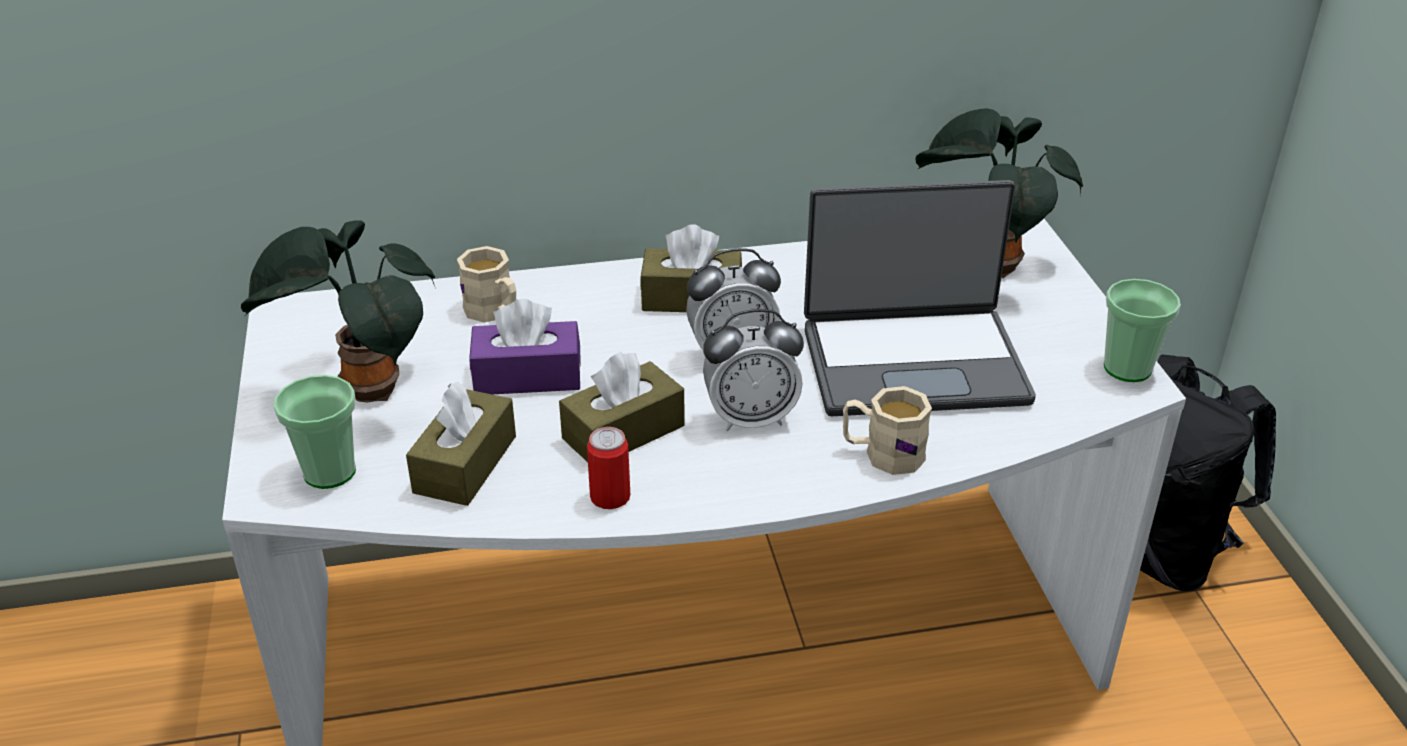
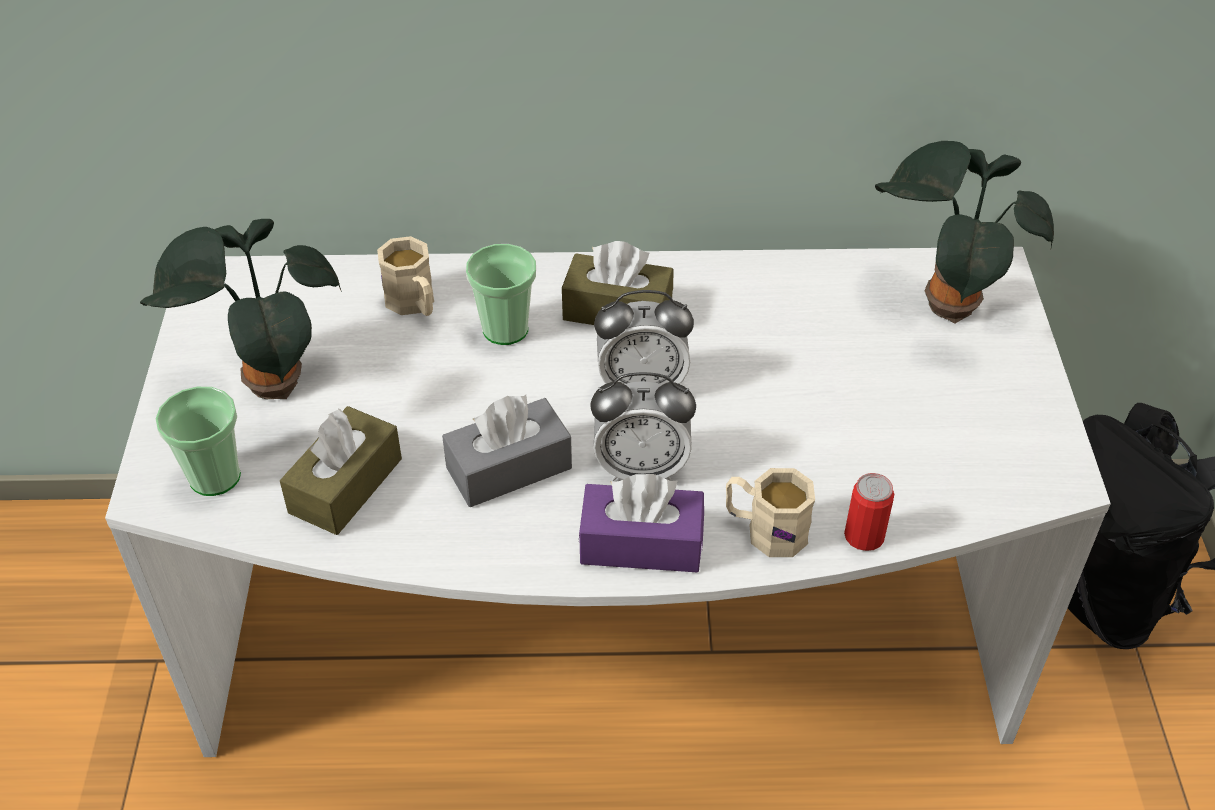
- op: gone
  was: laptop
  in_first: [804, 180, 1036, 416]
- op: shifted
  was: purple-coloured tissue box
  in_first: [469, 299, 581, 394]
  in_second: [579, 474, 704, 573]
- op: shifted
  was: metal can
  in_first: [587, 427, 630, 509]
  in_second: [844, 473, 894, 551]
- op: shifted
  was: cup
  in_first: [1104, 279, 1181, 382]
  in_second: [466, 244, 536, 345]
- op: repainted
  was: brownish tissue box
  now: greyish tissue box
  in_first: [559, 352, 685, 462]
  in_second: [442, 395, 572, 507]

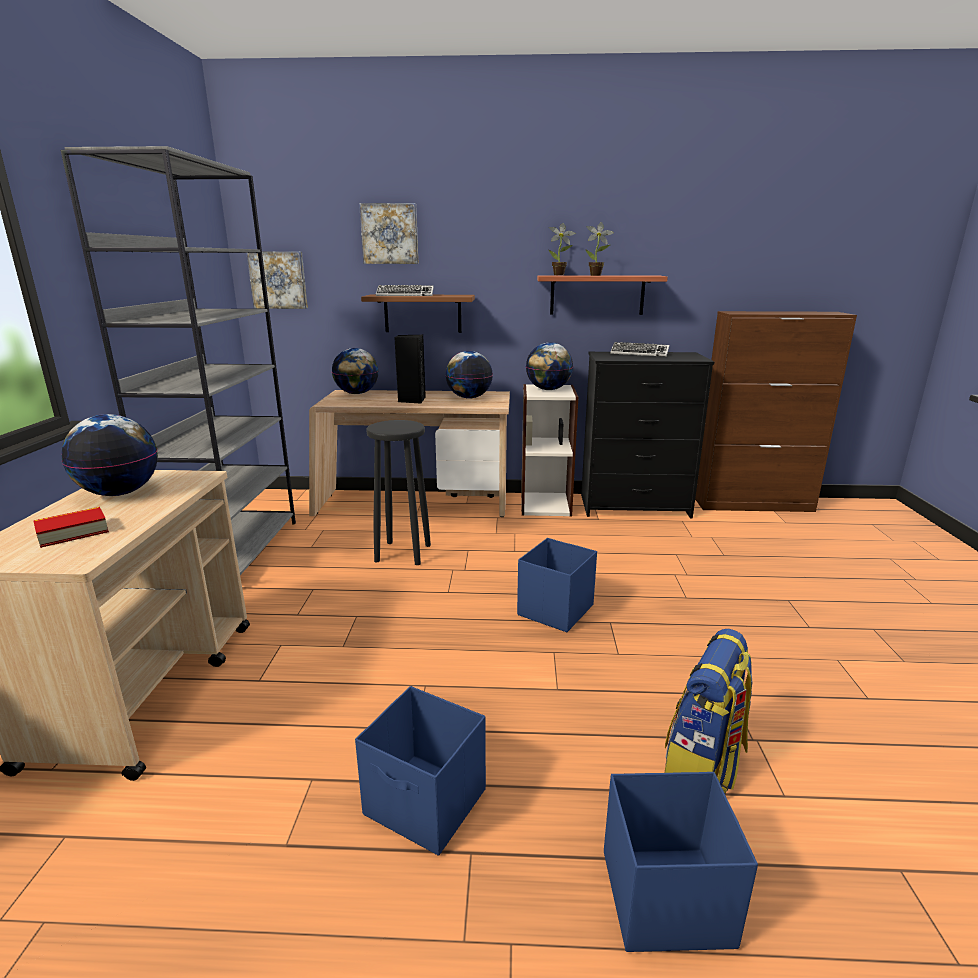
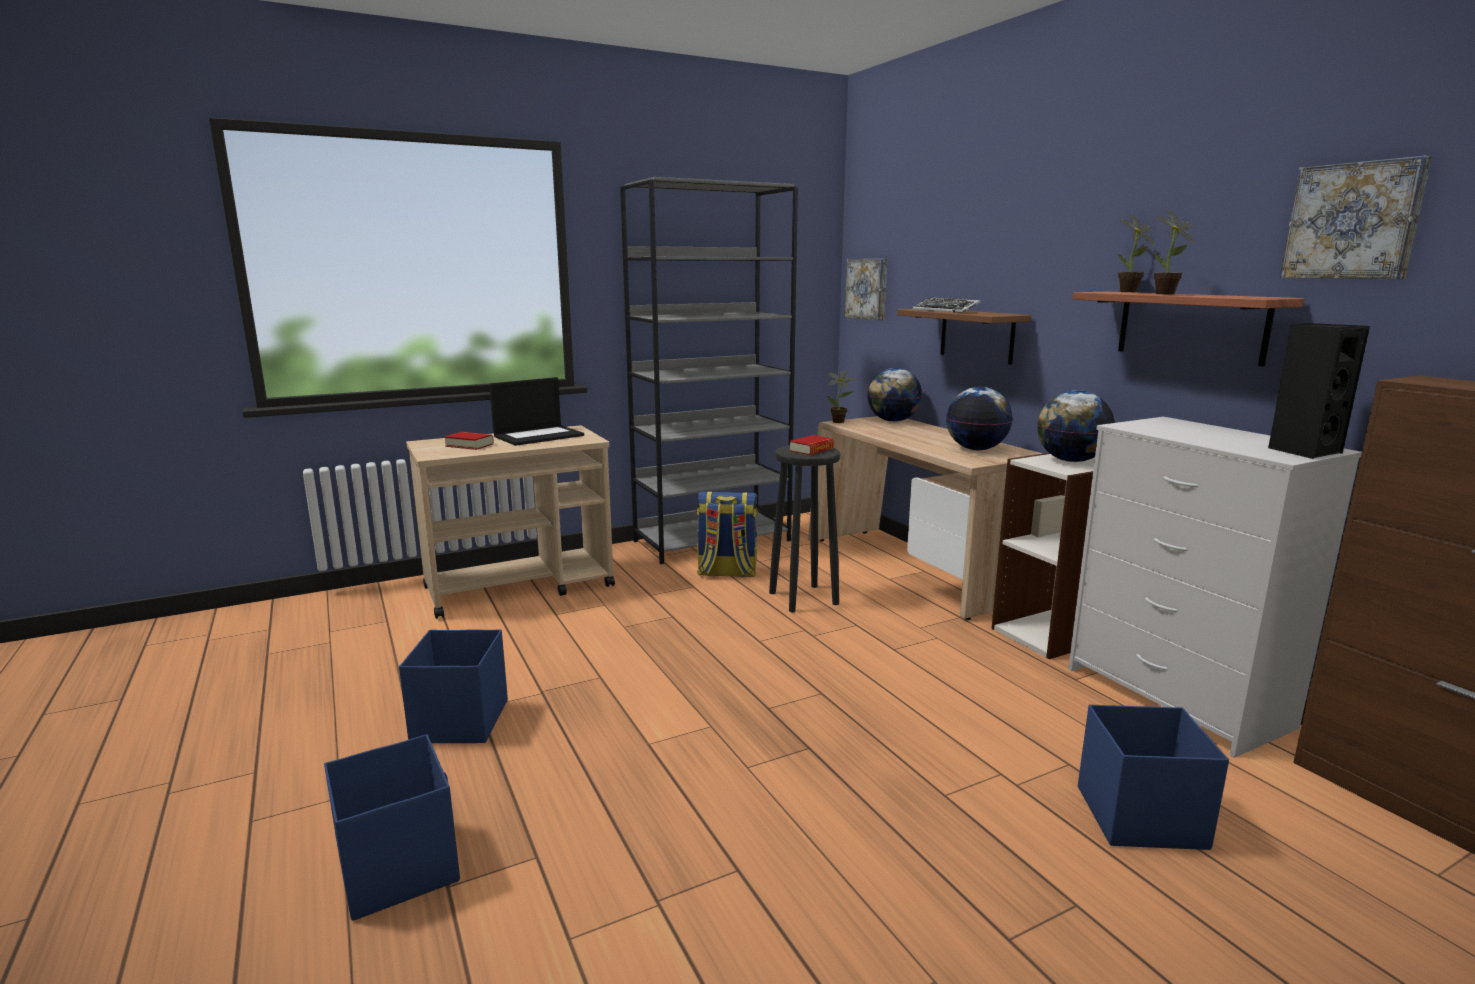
- op: gone
  was: keyboard
  in_first: [610, 342, 669, 357]
- op: new
  now: bound book
  in_second: [789, 435, 834, 455]
- op: new
  now: houseplant
  in_second: [827, 370, 857, 423]
- op: shifted
  was: picture
  in_first: [359, 203, 419, 264]
  in_second: [1280, 156, 1432, 279]
- op: shifted
  was: black-coloured audio speaker
  in_first: [394, 335, 426, 404]
  in_second: [1268, 323, 1370, 459]
- op: shifted
  was: blue storage bin
  in_first: [517, 538, 597, 632]
  in_second: [1078, 704, 1229, 850]
- op: shifted
  was: rucksack
  in_first: [665, 629, 752, 793]
  in_second: [696, 492, 758, 577]
- op: swapped
  was: desk globe
  now: laptop
  in_first: [61, 414, 158, 496]
  in_second: [489, 377, 584, 446]
- op: repainted
  was: black-coloured chest of drawers
  now: whitish chest of drawers
  in_first: [581, 352, 714, 519]
  in_second: [1068, 417, 1362, 758]

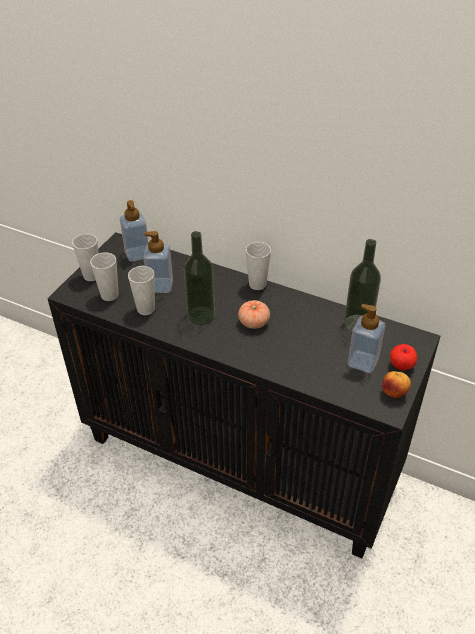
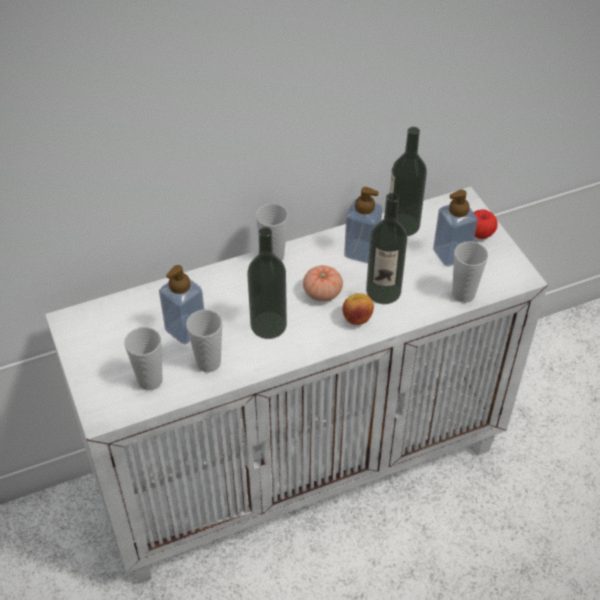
- op: new
  now: bottle
  in_second: [366, 193, 407, 304]
- op: shifted
  was: cup
  in_first: [72, 234, 99, 281]
  in_second: [452, 241, 488, 302]
- op: shifted
  was: soap bottle
  in_first: [120, 200, 149, 262]
  in_second: [344, 187, 383, 264]
- op: shifted
  was: whole apple
  in_first: [382, 371, 411, 398]
  in_second: [342, 293, 374, 325]
- op: repainted
  was: black-coloured storage cabinet
  now: whitish storage cabinet
  in_first: [47, 232, 440, 559]
  in_second: [45, 187, 548, 584]

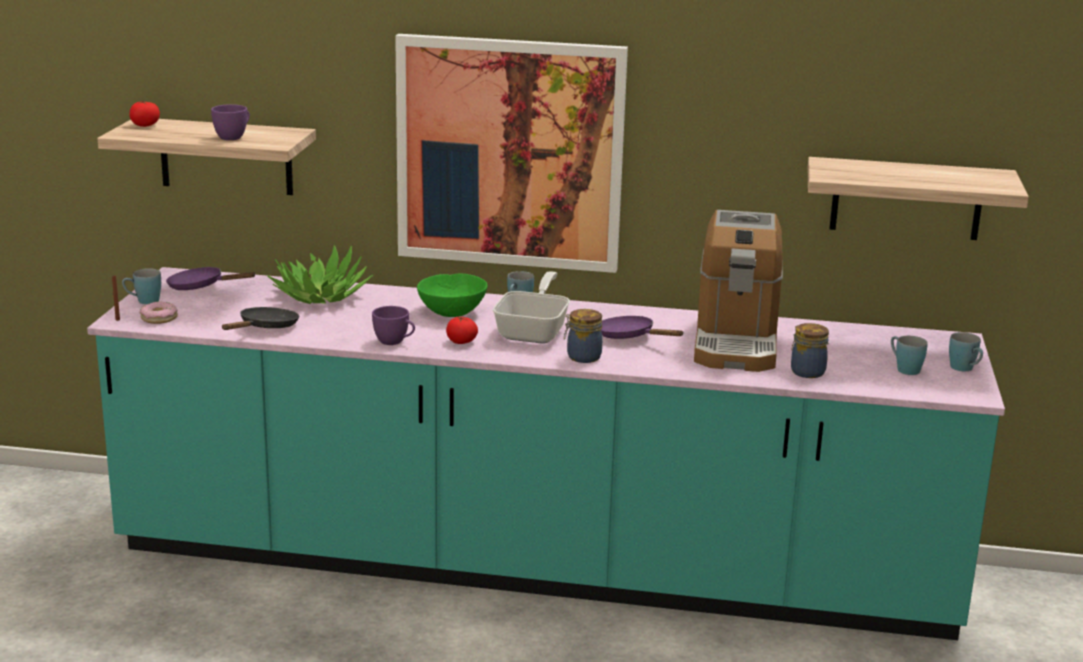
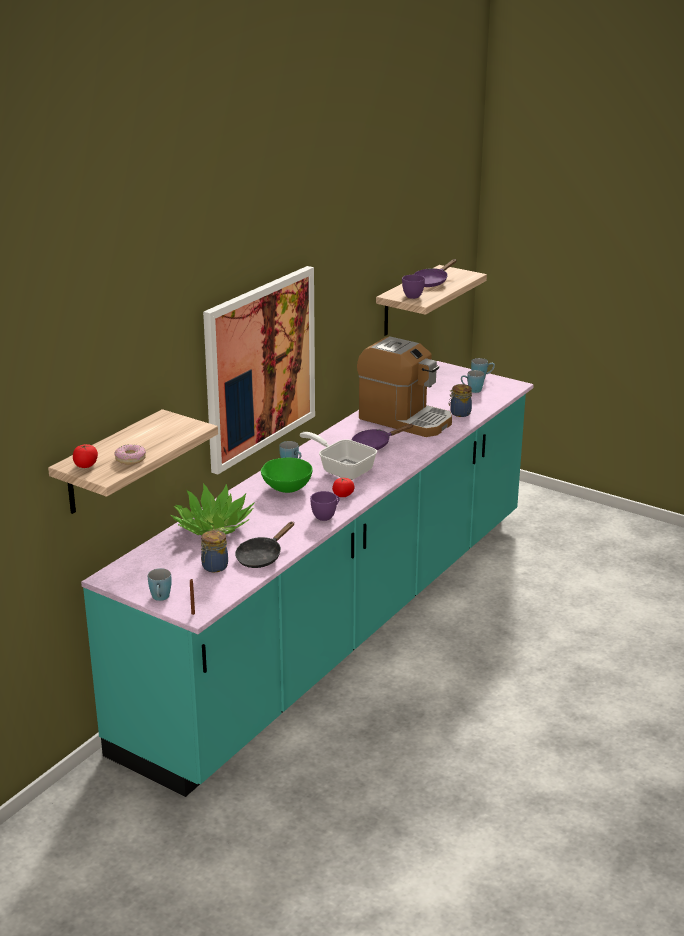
- op: shifted
  was: donut
  in_first: [139, 302, 178, 324]
  in_second: [114, 444, 146, 465]
- op: shifted
  was: purple-coloured frying pan
  in_first: [166, 267, 256, 290]
  in_second: [413, 259, 456, 287]
- op: shifted
  was: purple-coloured cup
  in_first: [211, 104, 250, 140]
  in_second: [402, 275, 425, 299]
- op: shifted
  was: preserve jar
  in_first: [564, 309, 602, 363]
  in_second: [201, 530, 228, 572]
- op: rotated
  was: black-coloured frying pan
  in_first: [222, 307, 299, 330]
  in_second: [235, 521, 294, 568]
  clockwise: -105

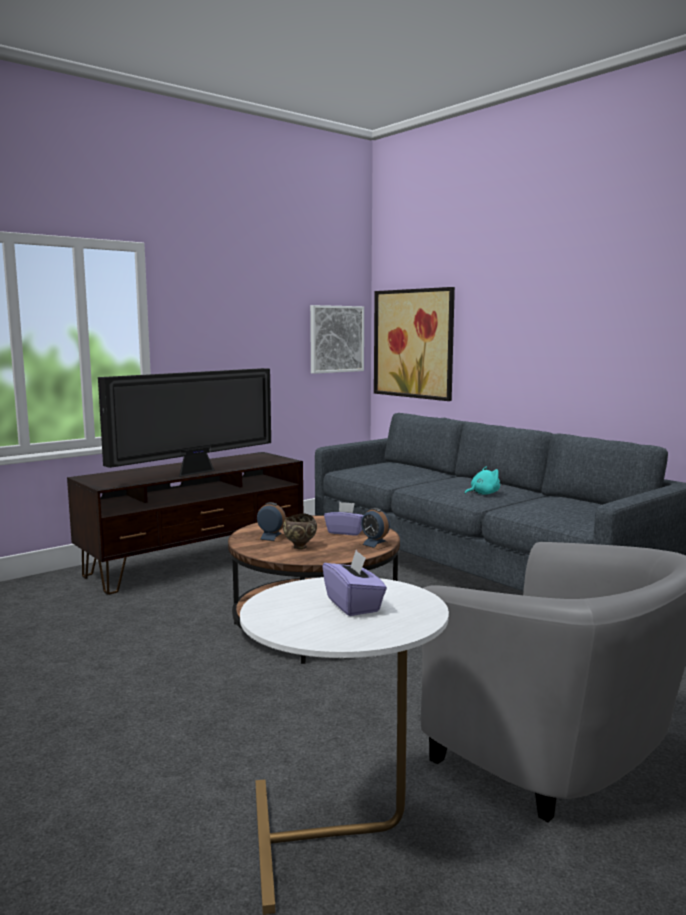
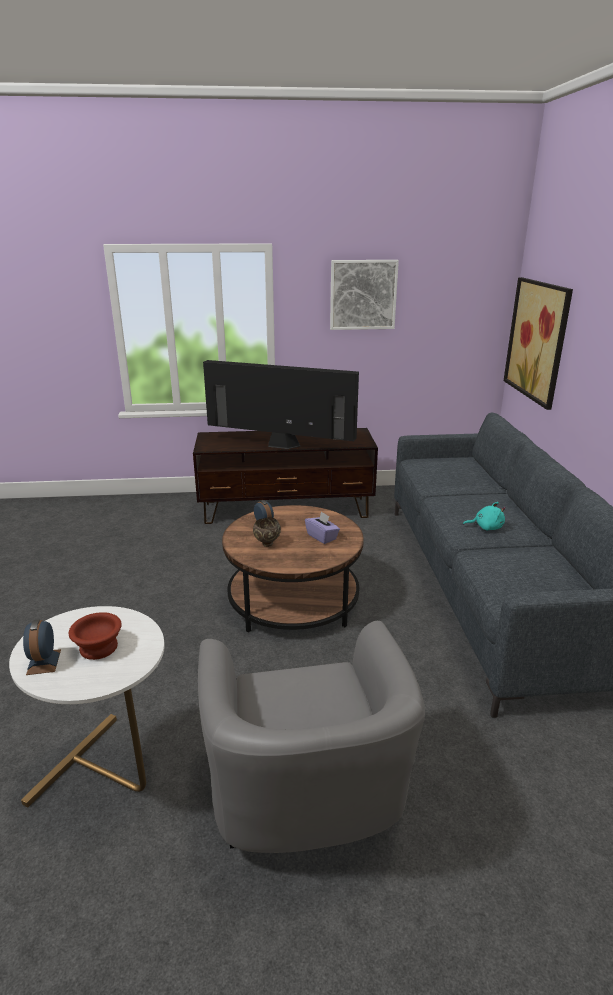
- op: shifted
  was: picture
  in_first: [310, 305, 364, 374]
  in_second: [330, 260, 399, 330]
- op: shifted
  was: bedside clock
  in_first: [359, 508, 392, 550]
  in_second: [23, 620, 61, 675]
- op: swapped
  was: purple-coloured tissue box
  now: brownish bowl
  in_first: [322, 550, 387, 616]
  in_second: [69, 612, 122, 660]
- op: rotated
  was: TV set
  in_first: [98, 368, 271, 477]
  in_second: [203, 360, 359, 449]
  clockwise: -150

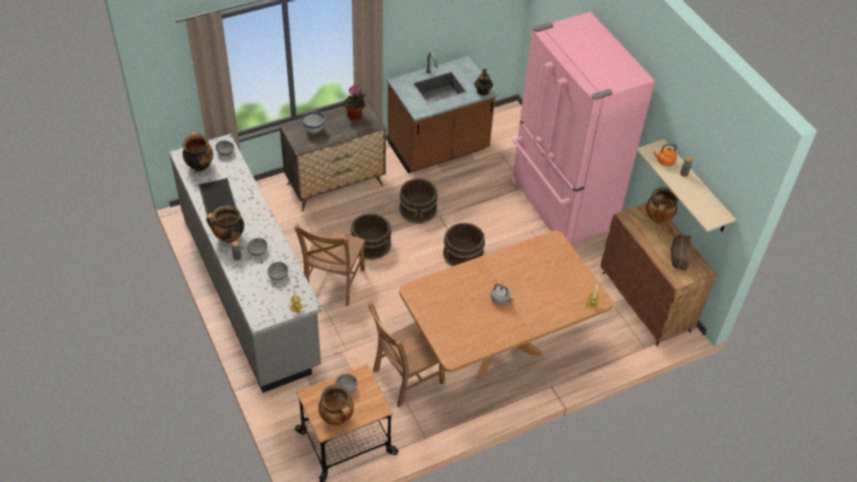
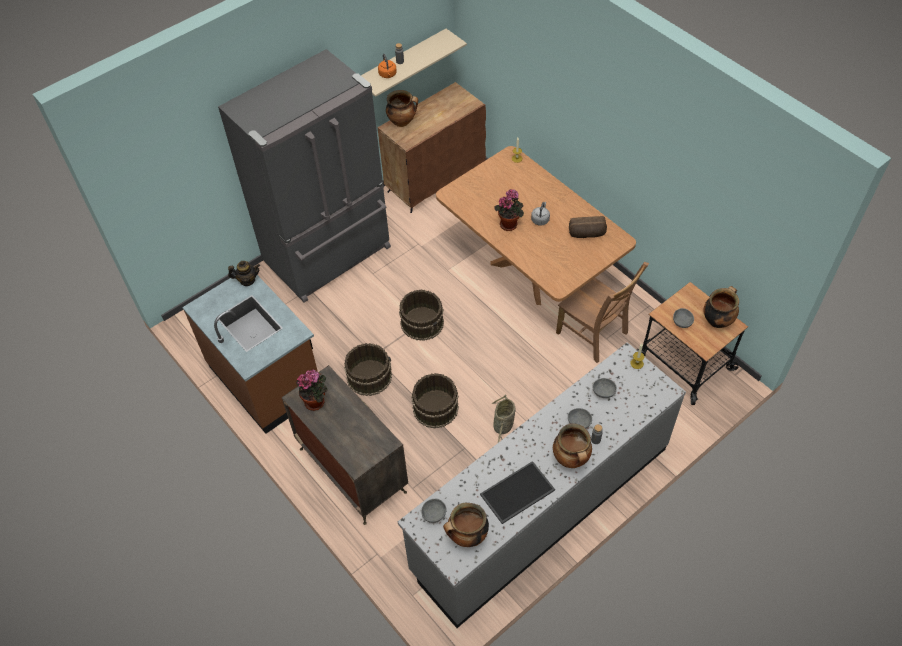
- op: gone
  was: whitish bowl
  in_first: [302, 111, 325, 133]
- op: new
  now: houseplant
  in_second: [494, 189, 524, 231]
- op: shifted
  was: baked bread
  in_first: [671, 235, 691, 270]
  in_second: [569, 216, 607, 238]
- op: swapped
  was: brownish chair
  now: storage basket
  in_first: [294, 224, 365, 306]
  in_second: [491, 395, 516, 443]
- op: repainted
  was: pinkish kitchen fridge
  now: greyish kitchen fridge
  in_first: [510, 12, 655, 245]
  in_second: [218, 49, 391, 303]

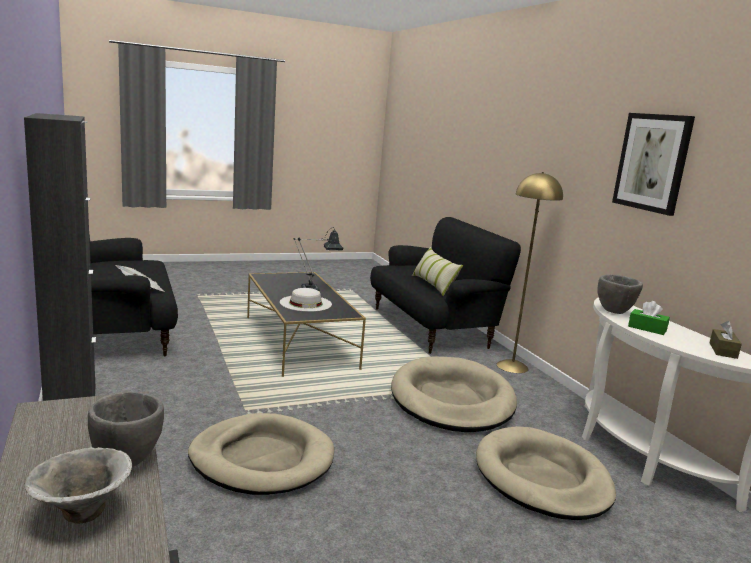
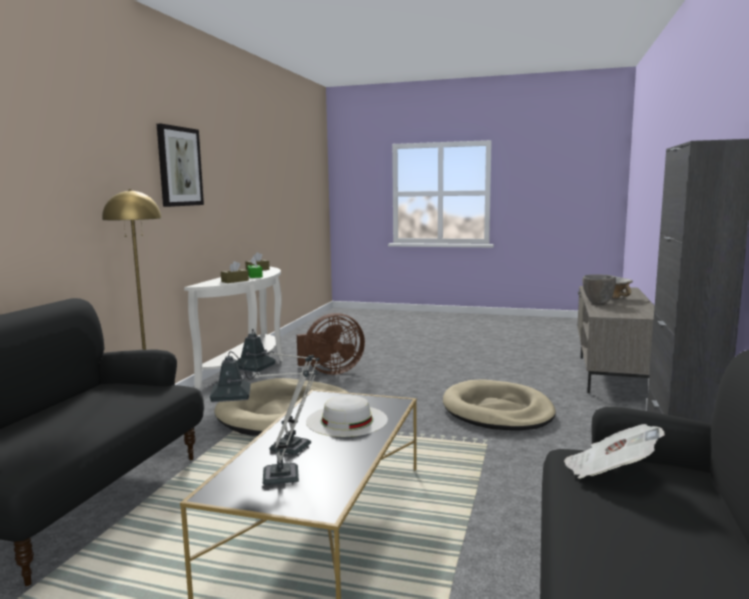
- op: gone
  was: cushion
  in_first: [412, 247, 463, 296]
- op: new
  now: lamp for a table
  in_second: [210, 351, 317, 485]
- op: swapped
  was: sand-coloured dog cushion
  now: brownish electric fan
  in_first: [476, 426, 616, 520]
  in_second: [297, 313, 365, 375]
- op: swapped
  was: greyish bowl
  now: brownish tissue box
  in_first: [597, 274, 643, 314]
  in_second: [221, 261, 249, 283]

